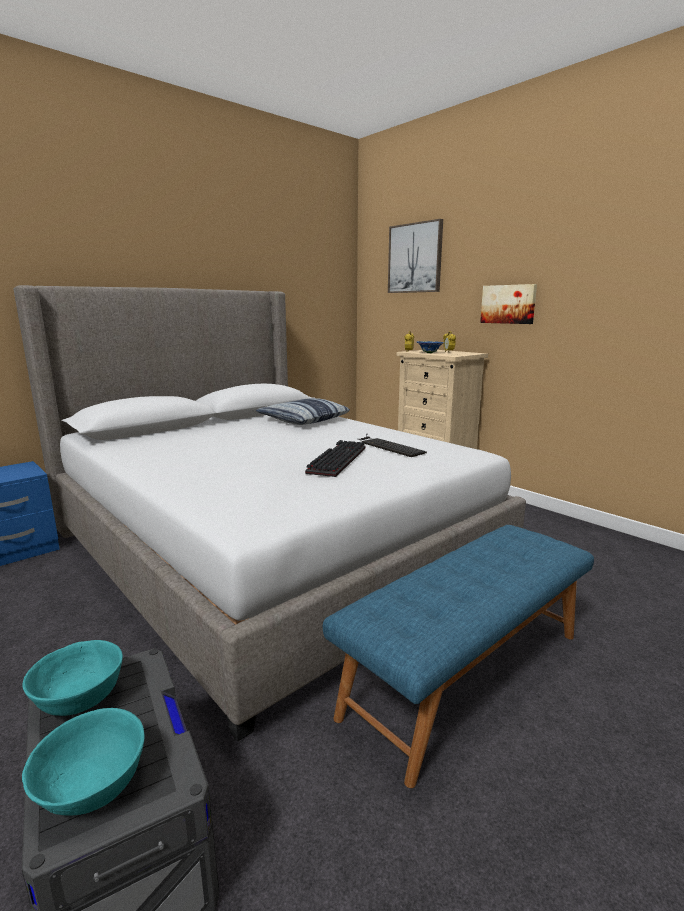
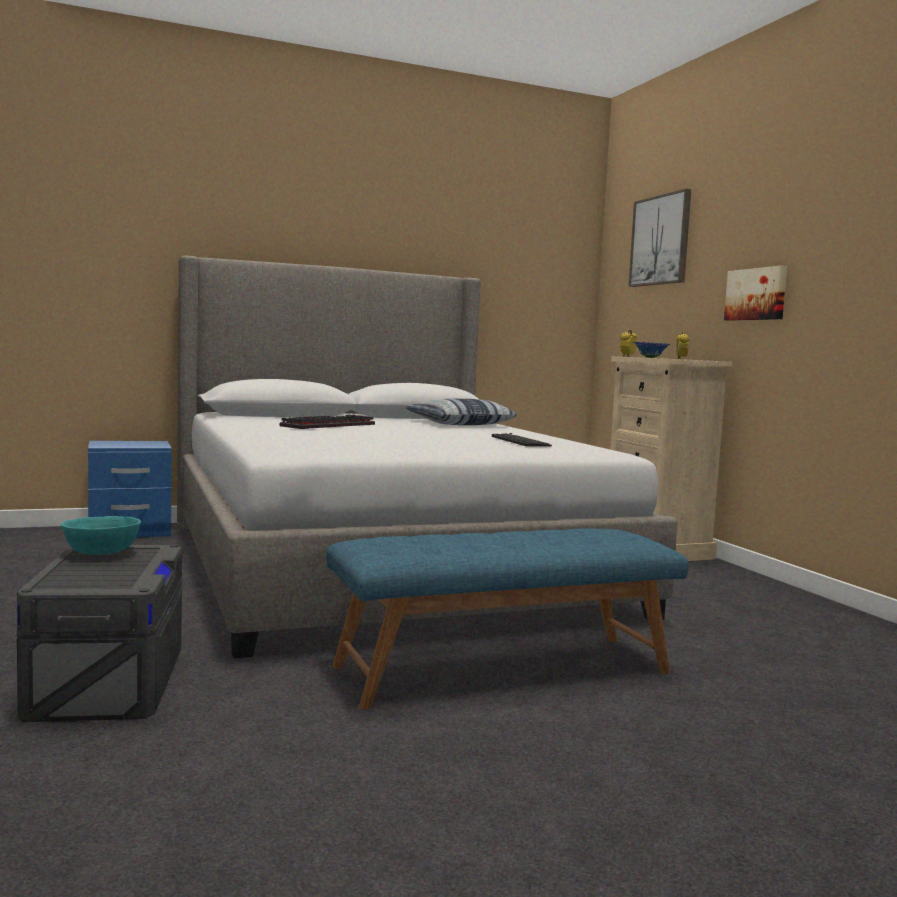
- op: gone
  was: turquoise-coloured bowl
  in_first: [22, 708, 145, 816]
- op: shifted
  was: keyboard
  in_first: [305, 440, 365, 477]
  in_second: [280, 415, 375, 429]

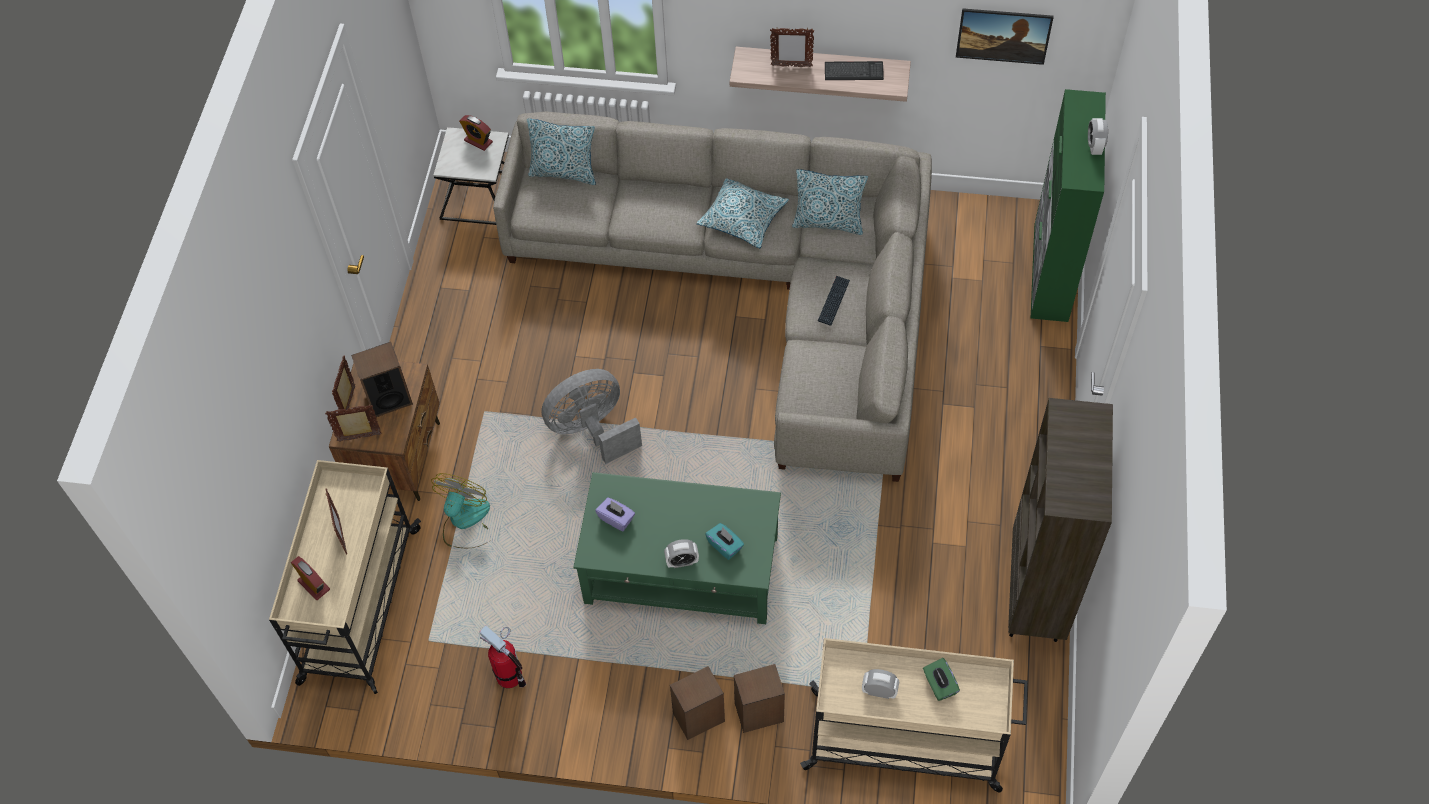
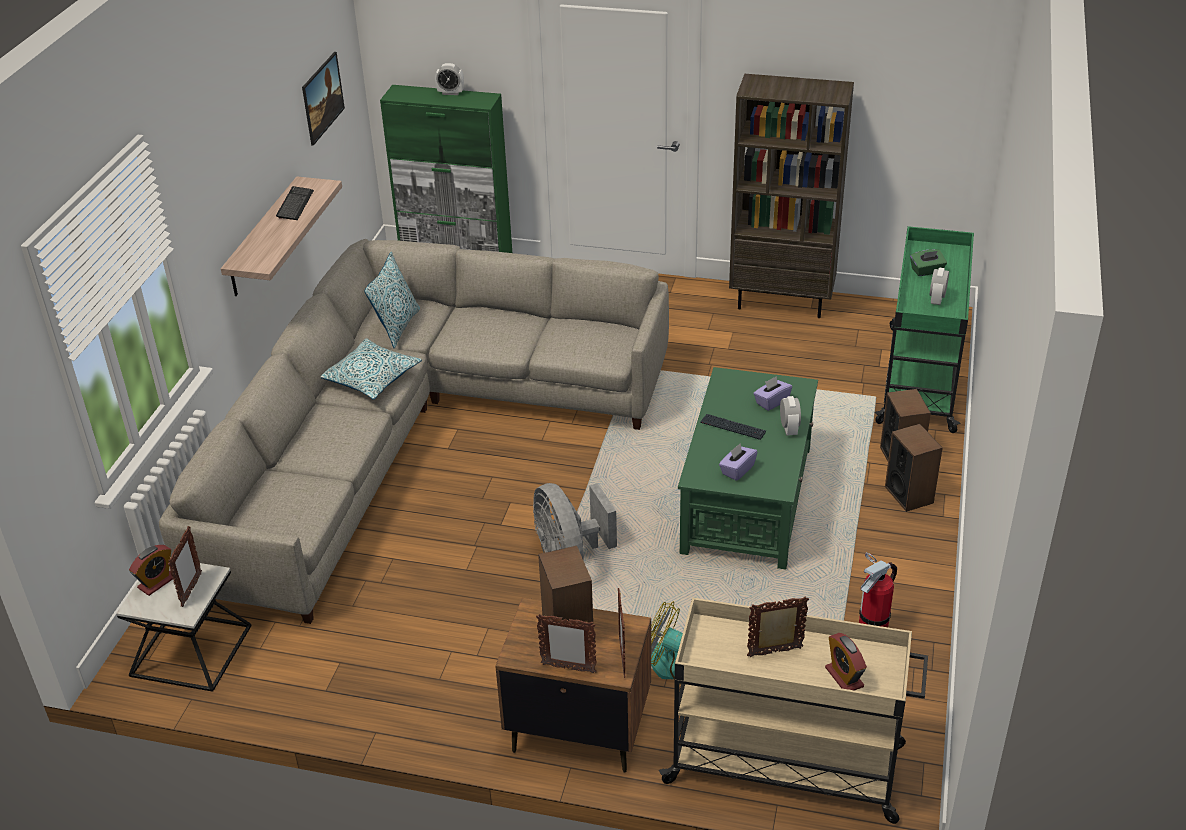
- op: gone
  was: cushion
  in_first: [527, 118, 596, 185]
- op: shifted
  was: standing frame
  in_first: [770, 28, 814, 67]
  in_second: [168, 526, 202, 607]
- op: shifted
  was: keyboard
  in_first: [818, 276, 850, 325]
  in_second: [700, 414, 766, 440]
- op: repainted
  was: turquoise-coloured tissue box
  now: purple-coloured tissue box
  in_first: [705, 523, 744, 560]
  in_second: [753, 376, 792, 411]
- op: repainted
  was: sand-coloured cart
  now: green-coloured cart
  in_first: [800, 638, 1028, 793]
  in_second: [874, 226, 974, 433]
- op: rotated
  was: bedside clock
  in_first: [291, 556, 330, 600]
  in_second: [825, 633, 867, 690]
  clockwise: -75

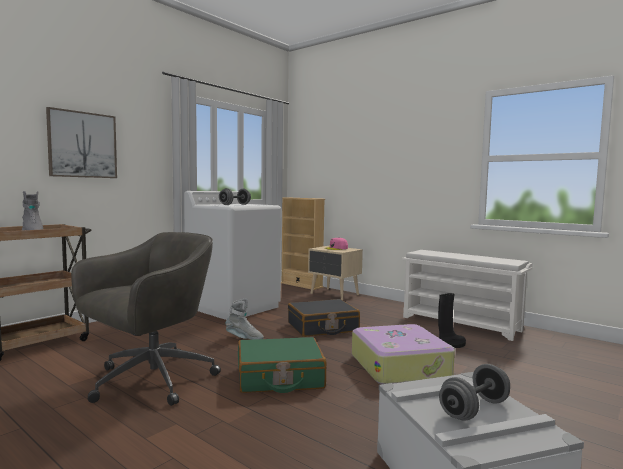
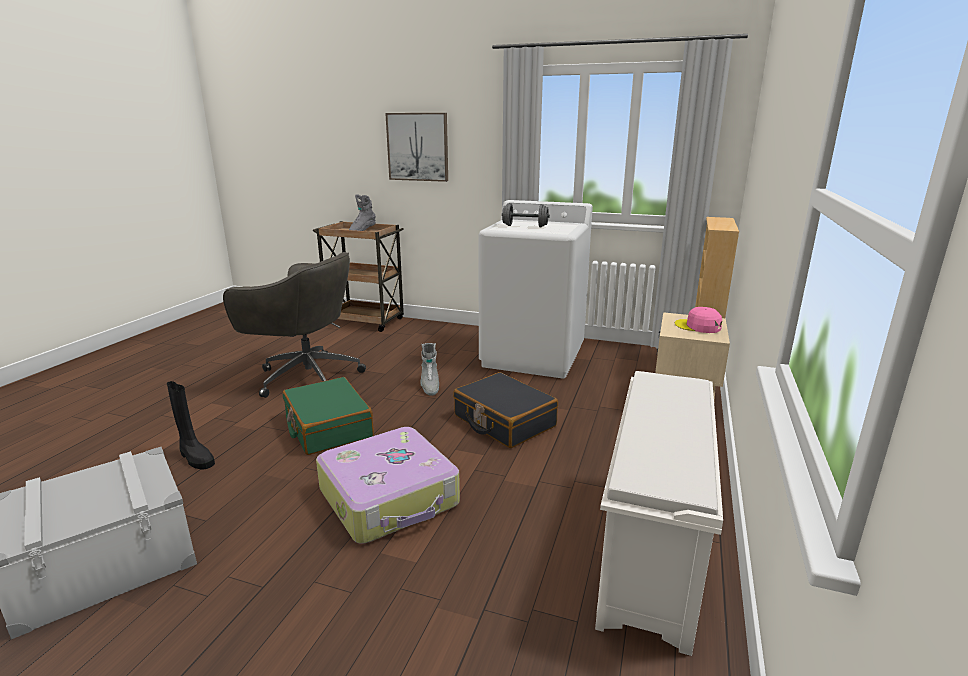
- op: gone
  was: greyish dumbbell
  in_first: [439, 364, 510, 421]
- op: shifted
  was: black-coloured high-top boot
  in_first: [438, 293, 466, 348]
  in_second: [167, 381, 215, 470]

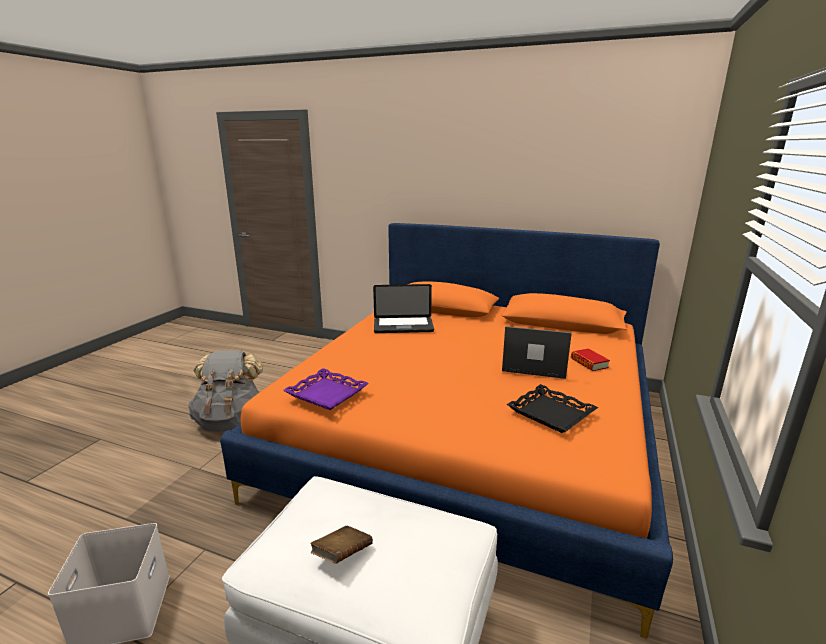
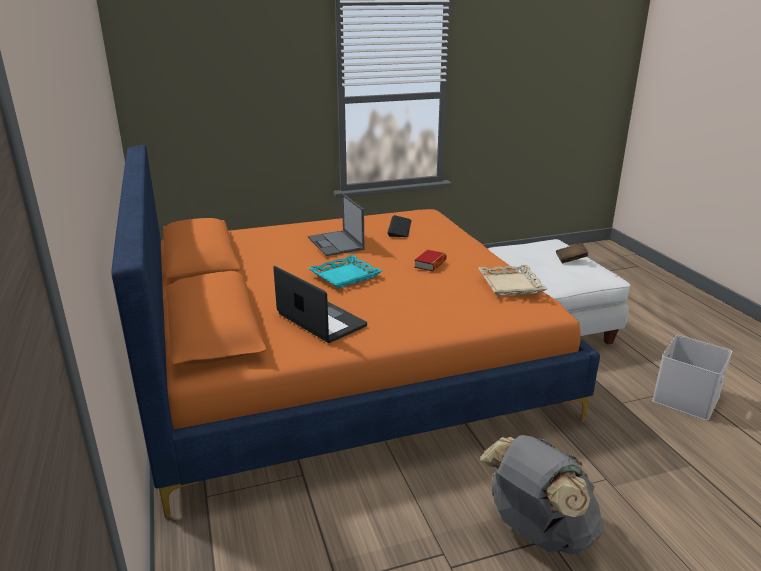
- op: new
  now: turquoise-coloured tray
  in_second: [308, 255, 382, 288]
- op: shifted
  was: bound book
  in_first: [571, 348, 610, 371]
  in_second: [414, 250, 446, 272]
- op: swapped
  was: black-coloured tray
  now: keyboard
  in_first: [507, 384, 598, 433]
  in_second: [388, 215, 412, 237]
- op: repainted
  was: purple-coloured tray
  now: sand-coloured tray
  in_first: [283, 368, 369, 410]
  in_second: [479, 265, 547, 296]

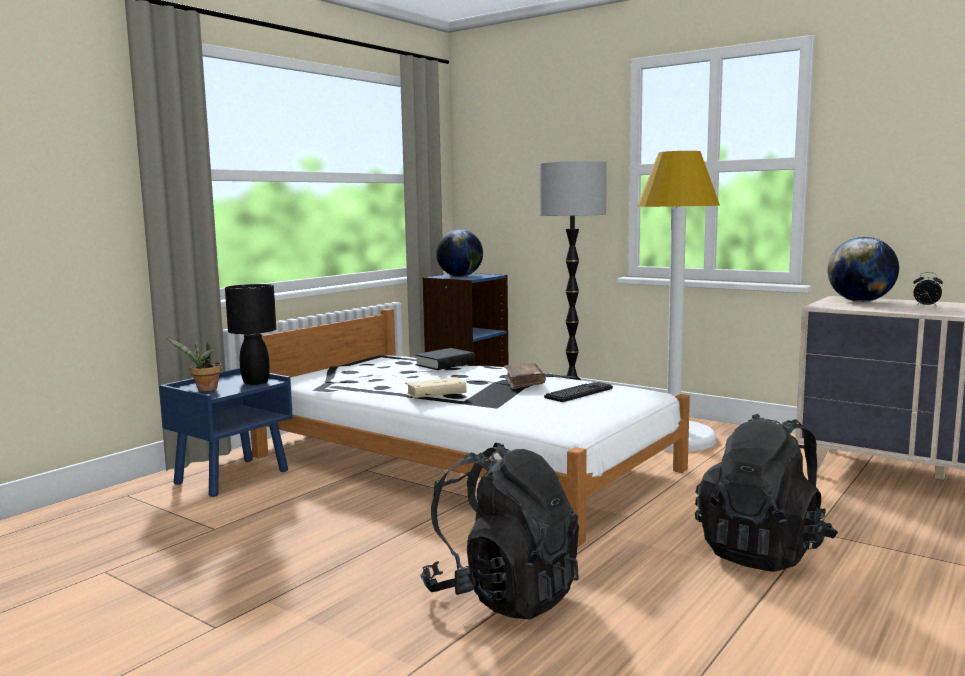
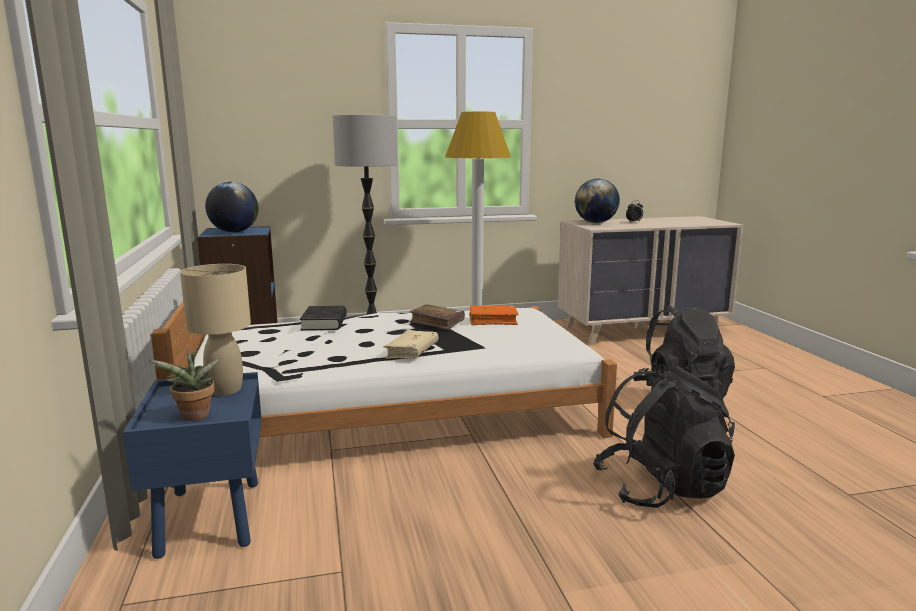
- op: swapped
  was: keyboard
  now: orangey bound book
  in_first: [544, 382, 613, 402]
  in_second: [469, 305, 518, 325]
- op: repainted
  was: black-coloured lamp for a table
  now: sand-coloured lamp for a table
  in_first: [225, 284, 276, 385]
  in_second: [180, 264, 251, 396]

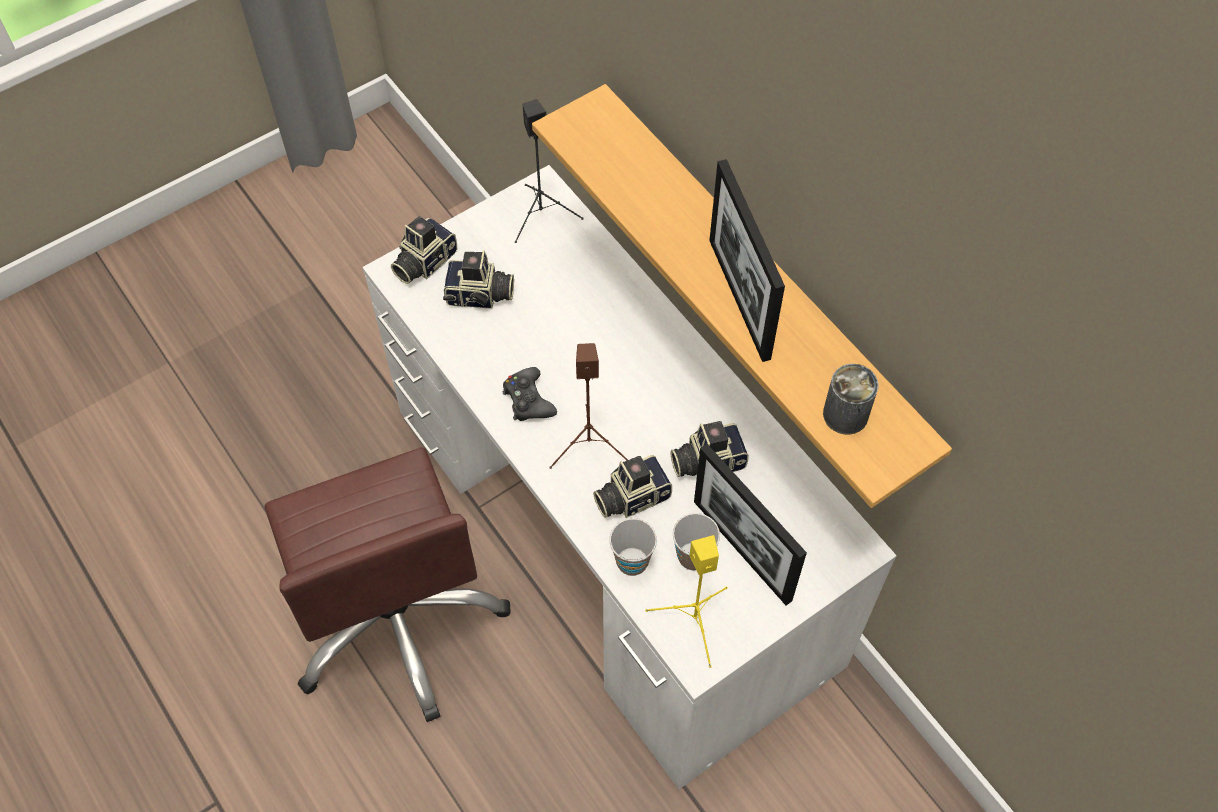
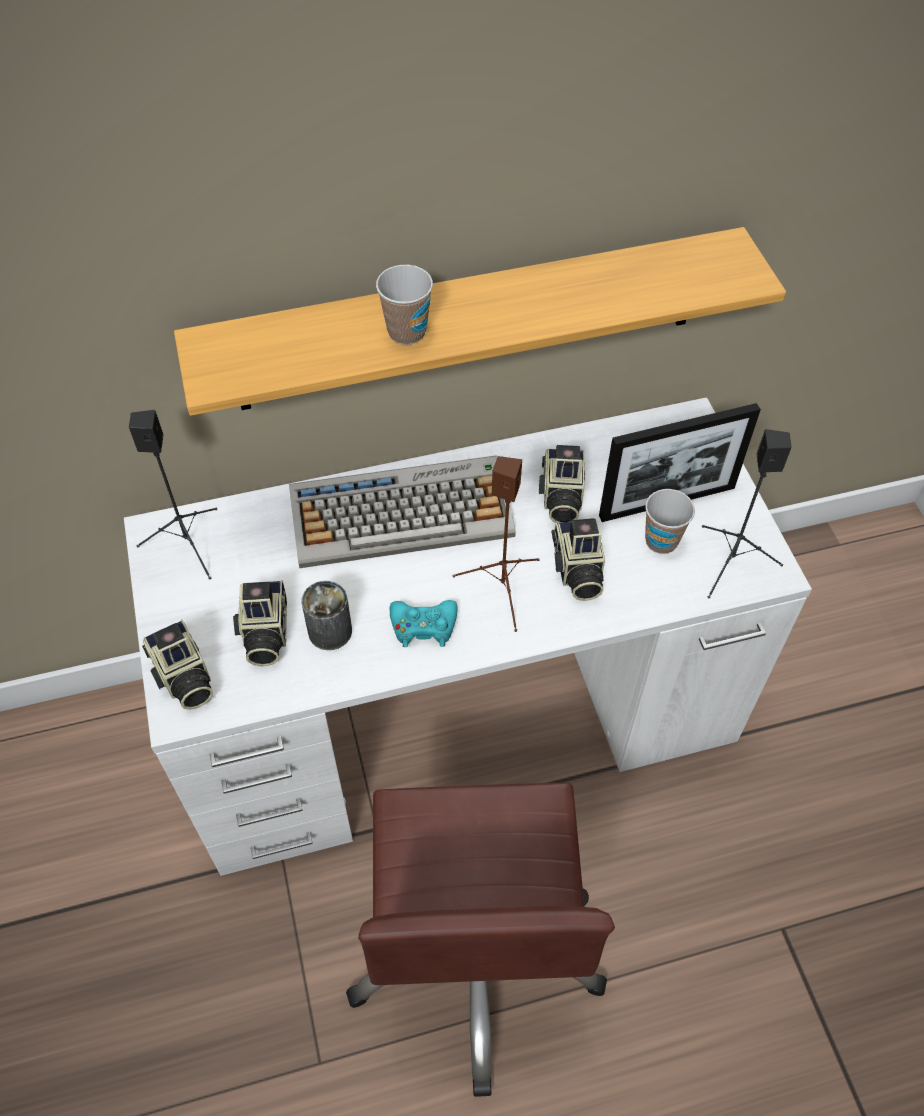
- op: gone
  was: standing frame
  in_first: [709, 159, 785, 362]
- op: new
  now: keyboard
  in_second: [289, 455, 516, 568]
- op: shifted
  was: cup
  in_first: [609, 518, 657, 576]
  in_second: [376, 265, 433, 345]
- op: shifted
  was: metal can
  in_first: [823, 364, 878, 435]
  in_second: [302, 581, 352, 650]
- op: repainted
  was: black-coloured gamepad
  now: turquoise-coloured gamepad
  in_first: [503, 367, 557, 421]
  in_second: [390, 600, 458, 647]
- op: repainted
  was: yellow audio speaker
  now: black-coloured audio speaker
  in_first: [645, 535, 728, 668]
  in_second: [702, 429, 792, 598]
- op: rotated
  was: brownish desk chair
  in_first: [264, 447, 511, 722]
  in_second: [346, 783, 615, 1097]
  clockwise: 90
- op: rotated
  was: photo camera
  in_first: [443, 250, 514, 309]
  in_second: [233, 580, 287, 666]
  clockwise: 150

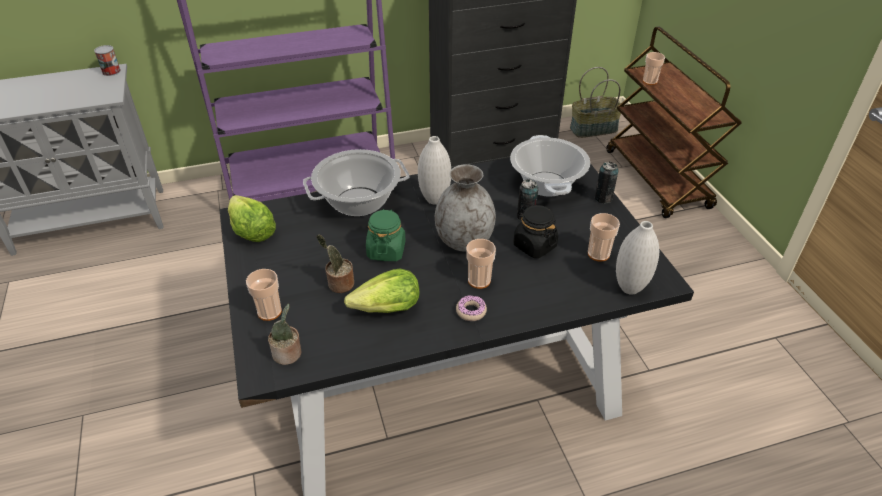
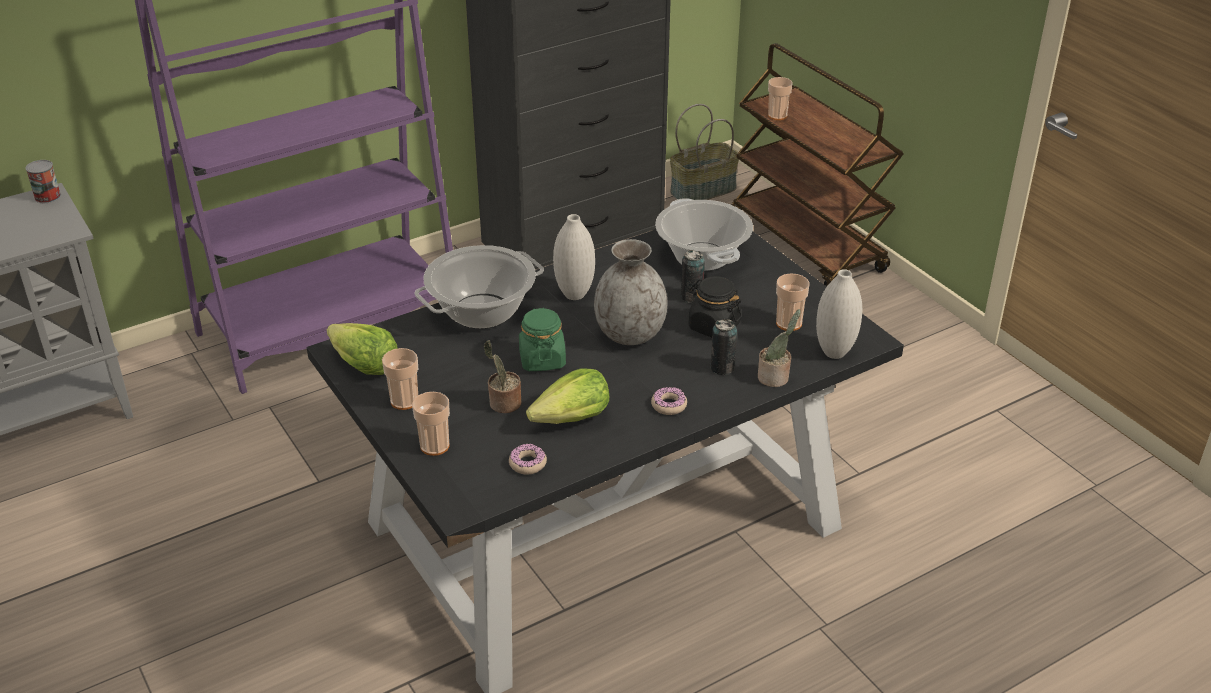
- op: new
  now: donut
  in_second: [509, 444, 547, 474]
- op: shifted
  was: houseplant
  in_first: [268, 304, 301, 365]
  in_second: [758, 309, 801, 387]
- op: shifted
  was: cup
  in_first: [466, 239, 496, 289]
  in_second: [382, 348, 418, 410]
- op: shifted
  was: metal can
  in_first: [595, 162, 618, 204]
  in_second: [711, 319, 737, 375]

